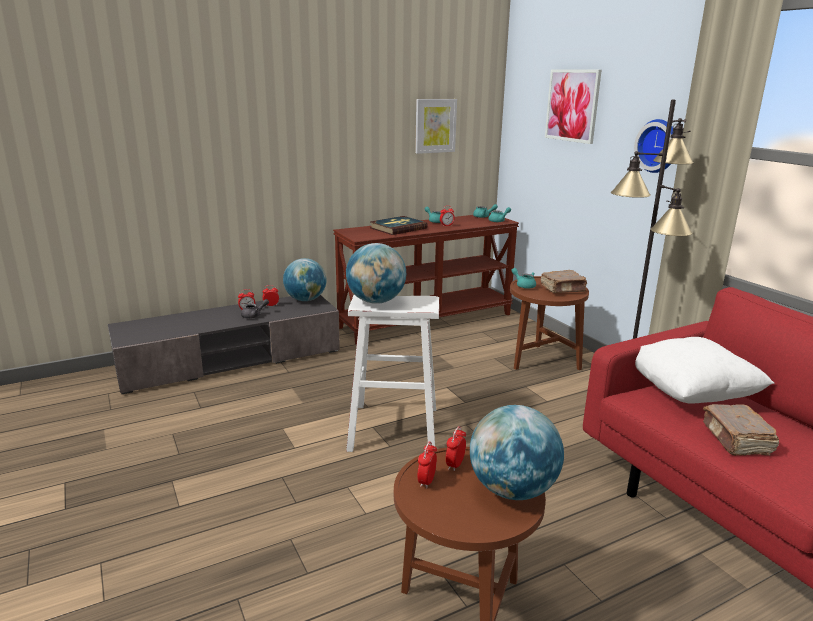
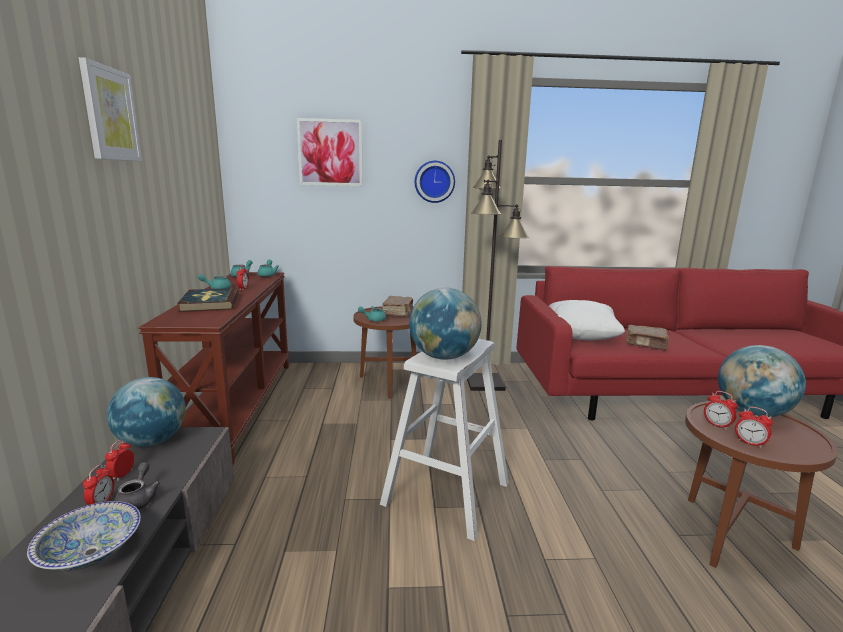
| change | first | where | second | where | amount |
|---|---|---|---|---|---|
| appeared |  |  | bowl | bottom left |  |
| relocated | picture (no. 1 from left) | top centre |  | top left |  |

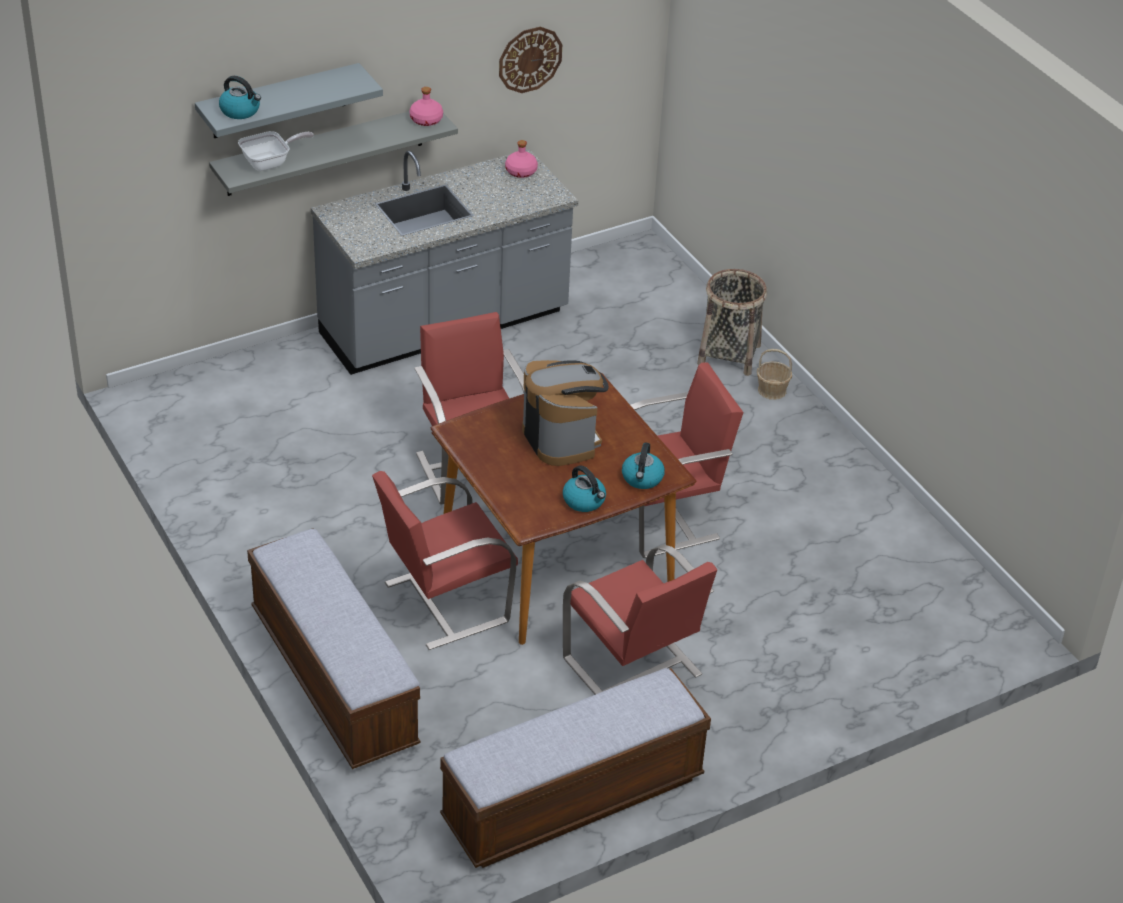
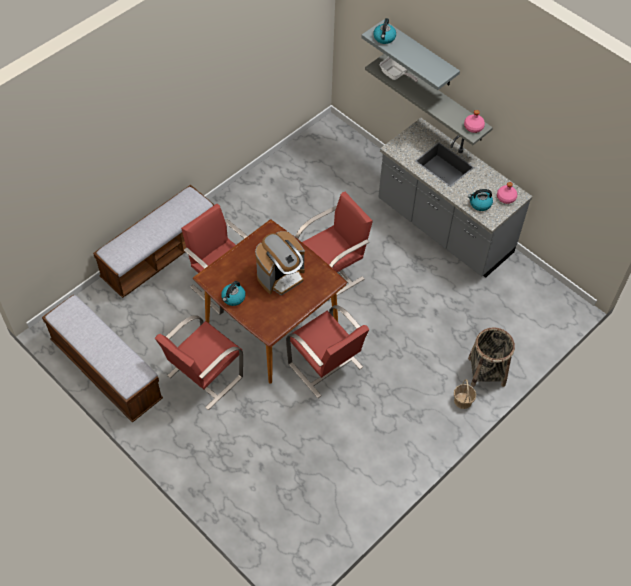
| change | first | where | second | where | amount |
|---|---|---|---|---|---|
| missing | wall clock | top centre |  |  |  |
| relocated | kettle (no. 3 from left) | centre |  | middle right |  |

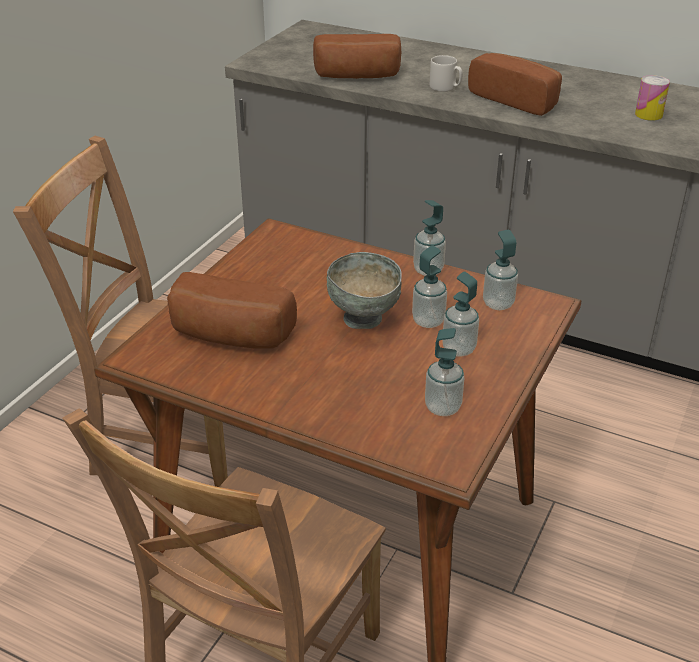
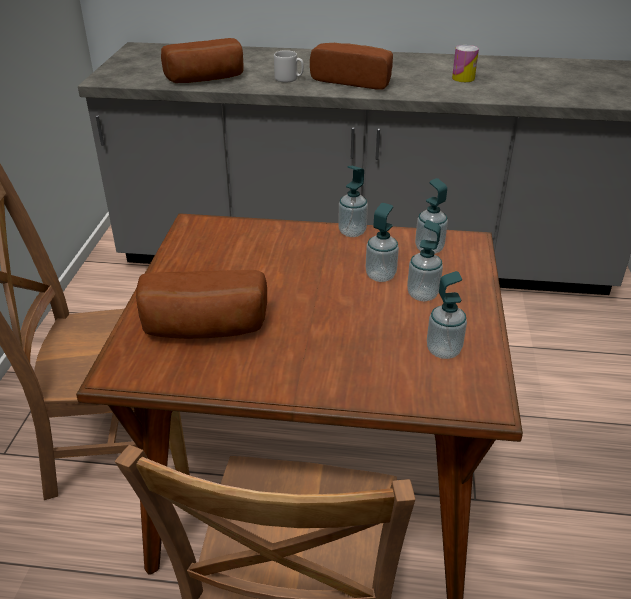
| change | first | where | second | where | amount |
|---|---|---|---|---|---|
| missing | grey bowl | centre |  |  |  |

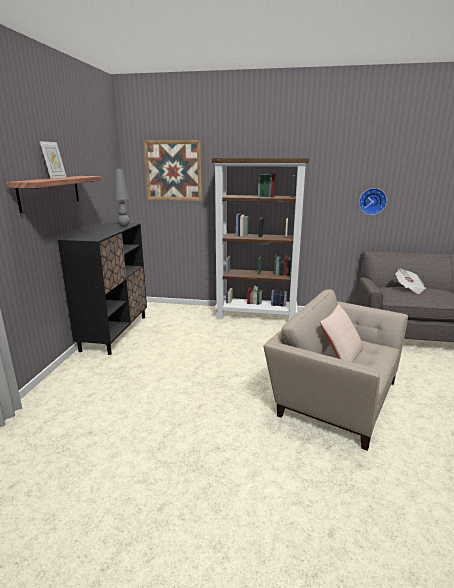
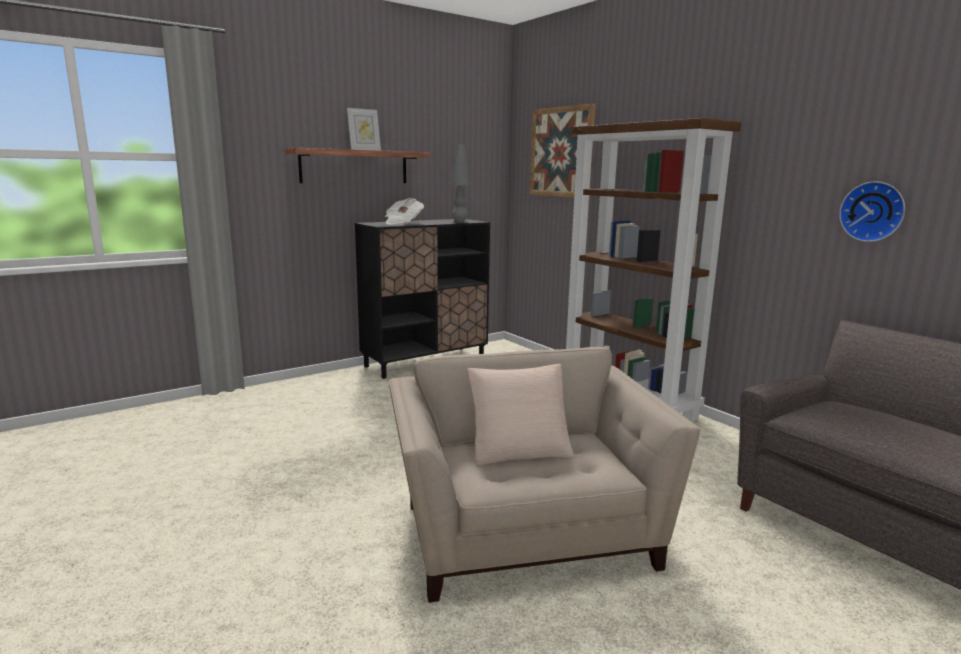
| change | first | where | second | where | amount |
|---|---|---|---|---|---|
| relocated | newspaper | middle right |  | top centre |  |

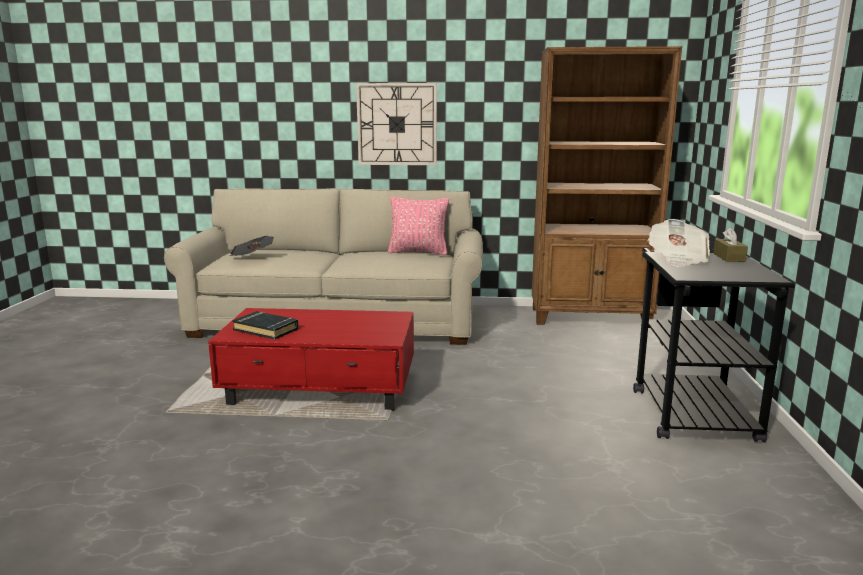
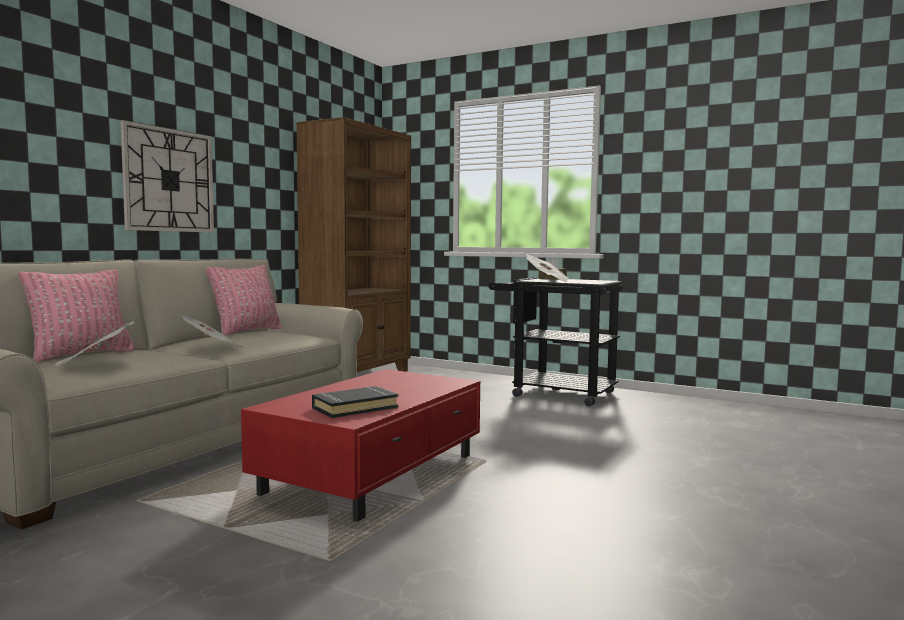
| change | first | where | second | where | amount |
|---|---|---|---|---|---|
| appeared |  |  | pink pillow (no. 1 from left) | middle left |  |
| appeared |  |  | newspaper (no. 2 from left) | middle left |  |

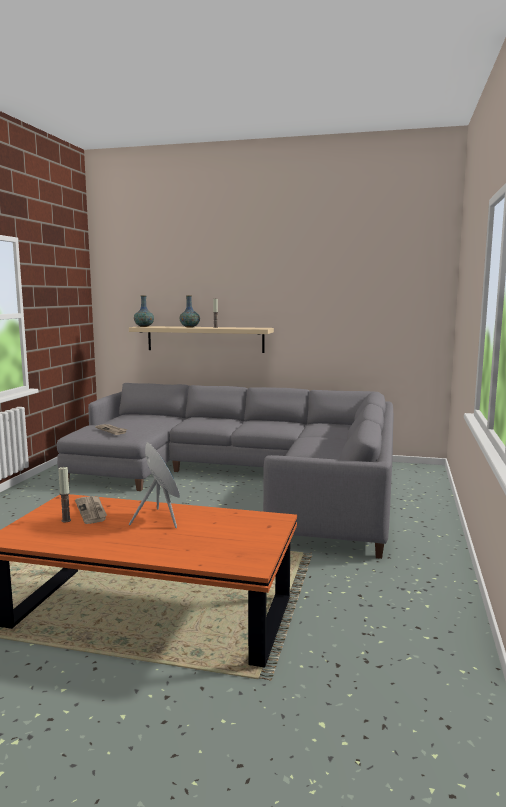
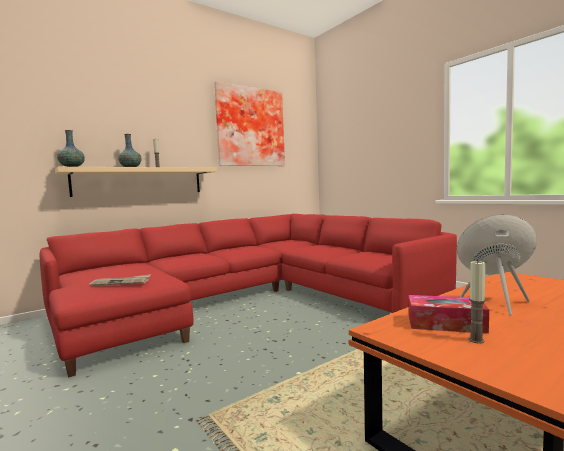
| change | first | where | second | where | amount |
|---|---|---|---|---|---|
| appeared |  |  | picture | top centre |  |
| exchanged | newspaper (no. 1 from left) | middle left | tissue box | bottom right |  |
| colour | grey sofa | centre | red sofa | centre |  |

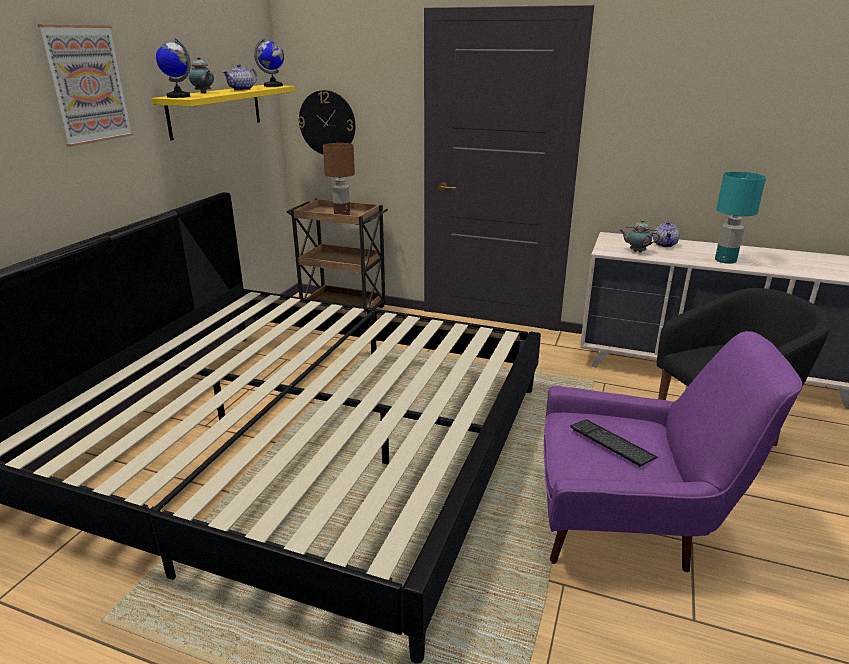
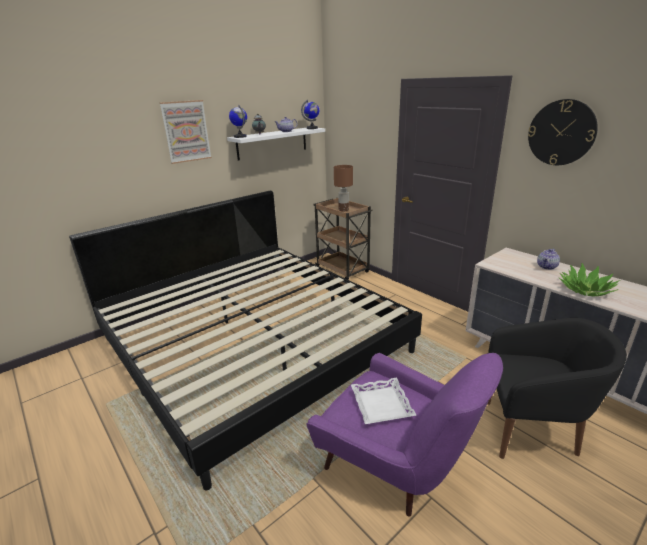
| change | first | where | second | where | amount |
|---|---|---|---|---|---|
| missing | teapot (no. 3 from left) | middle right |  |  |  |
| relocated | wall clock | top centre |  | top right |  |
| exchanged | keyboard | bottom right | white tray | bottom centre |  |
| exchanged | turquoise table lamp | top right | potted plant | middle right |  |
| colour | yellow shelf | top left | white shelf | top centre |  |

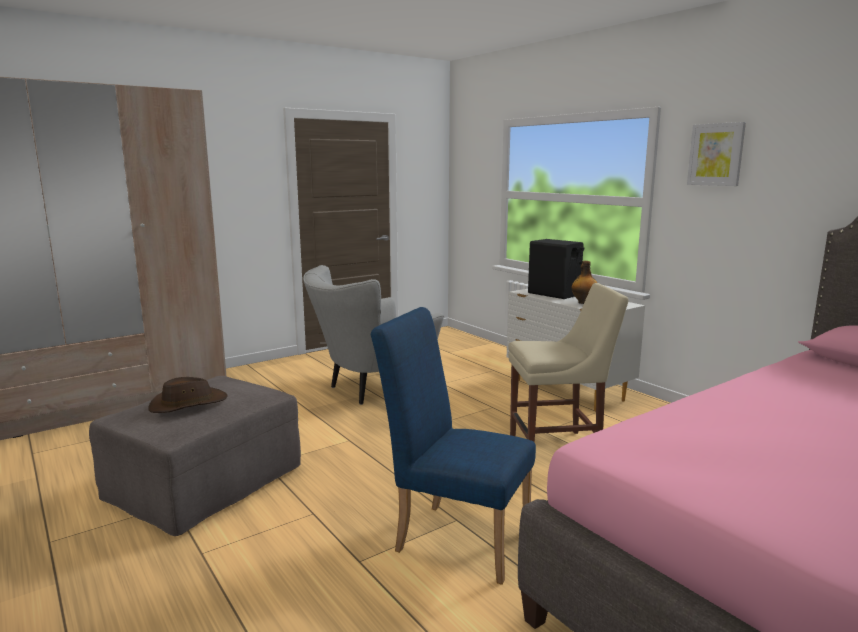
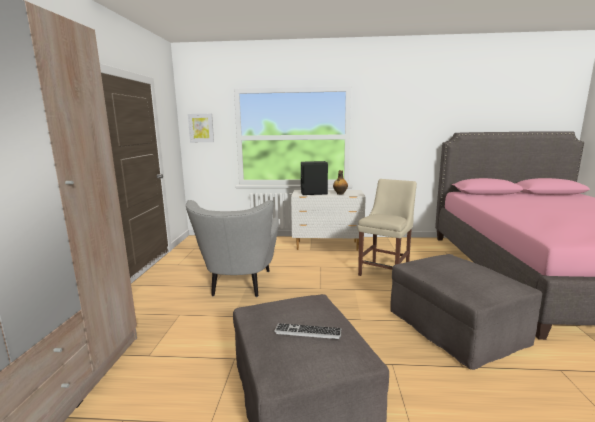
| change | first | where | second | where | amount |
|---|---|---|---|---|---|
| relocated | picture | top right |  | top centre |  |
| exchanged | brown hat | middle left | keyboard | bottom centre |  |
| exchanged | blue chair | bottom centre | grey ottoman (no. 2 from left) | bottom right |  |

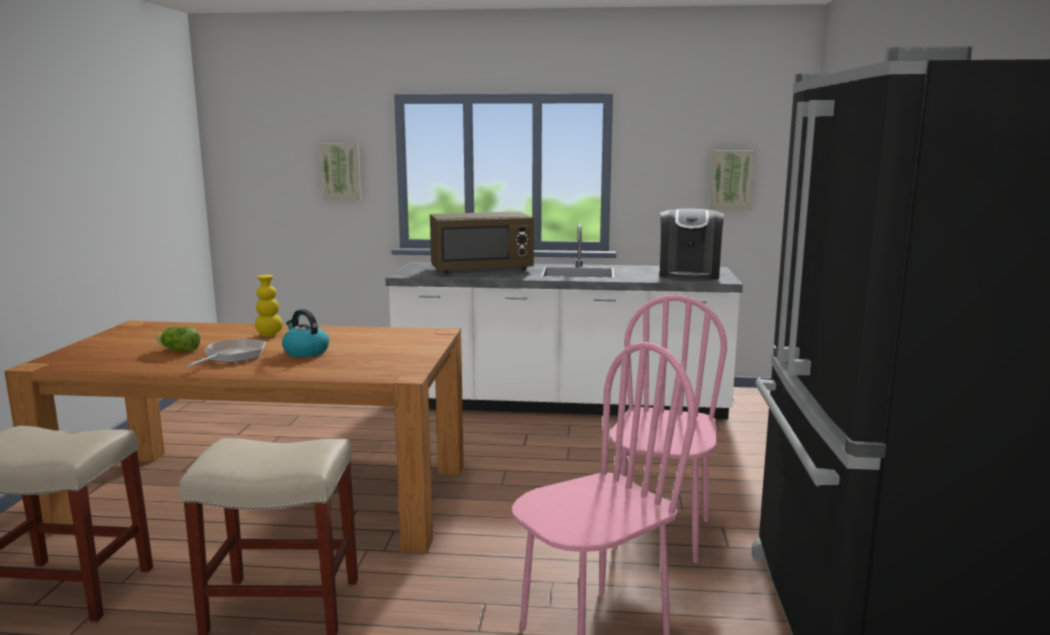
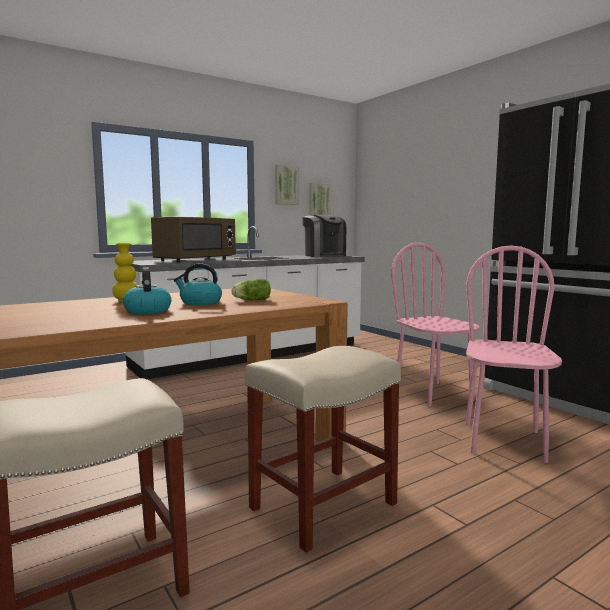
| change | first | where | second | where | amount |
|---|---|---|---|---|---|
| relocated | lettuce | middle left |  | centre |  |
| relocated | picture (no. 1 from left) | top left |  | top centre |  |
| exchanged | frying pan | middle left | kettle (no. 1 from left) | middle left |  |

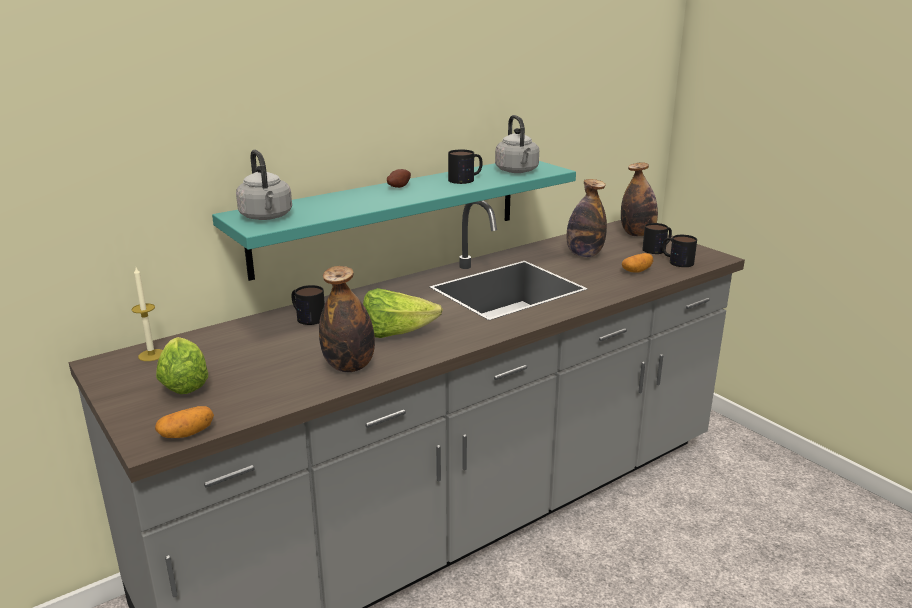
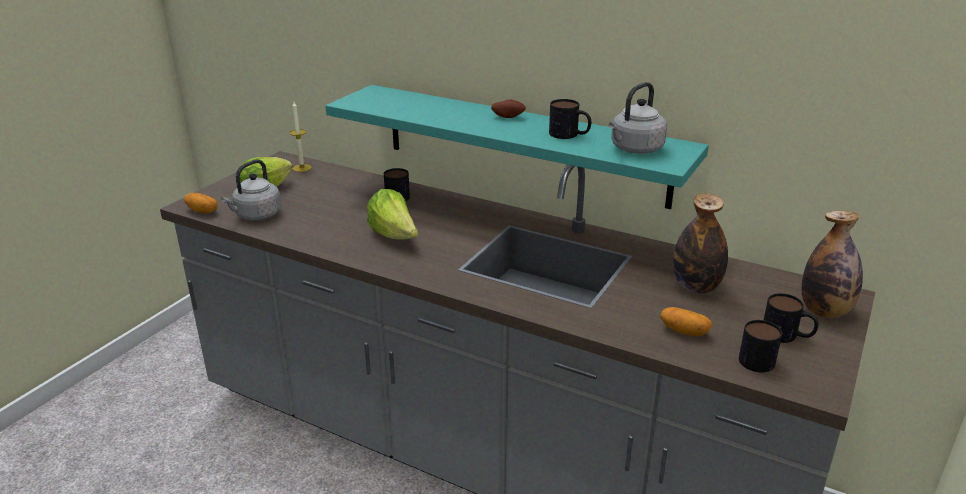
| change | first | where | second | where | amount |
|---|---|---|---|---|---|
| missing | bottle (no. 1 from left) | centre |  |  |  |
| relocated | grey kettle (no. 1 from left) | top left |  | middle left |  |

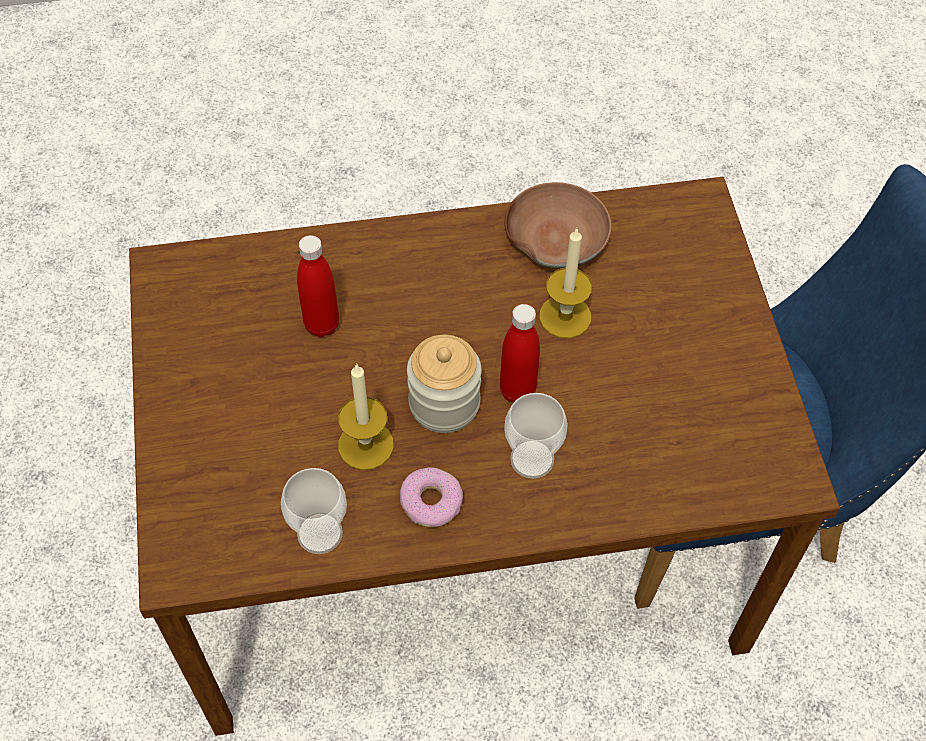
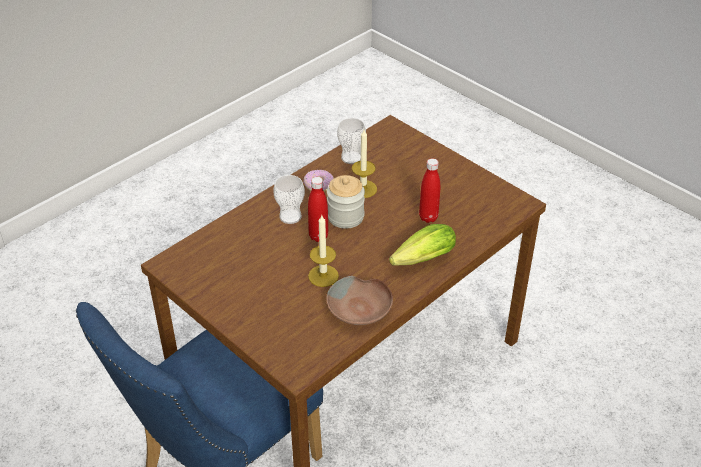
| change | first | where | second | where | amount |
|---|---|---|---|---|---|
| appeared |  |  | lettuce | centre |  |

